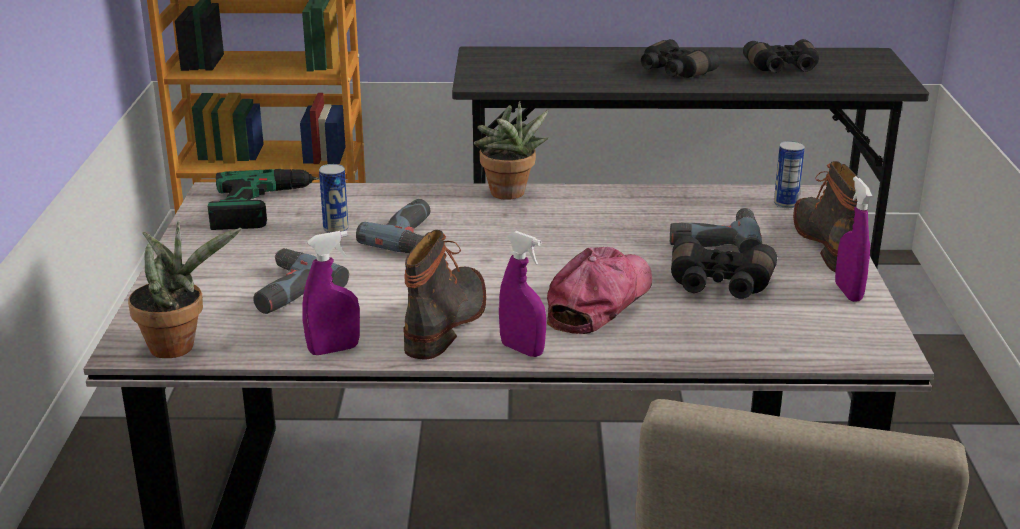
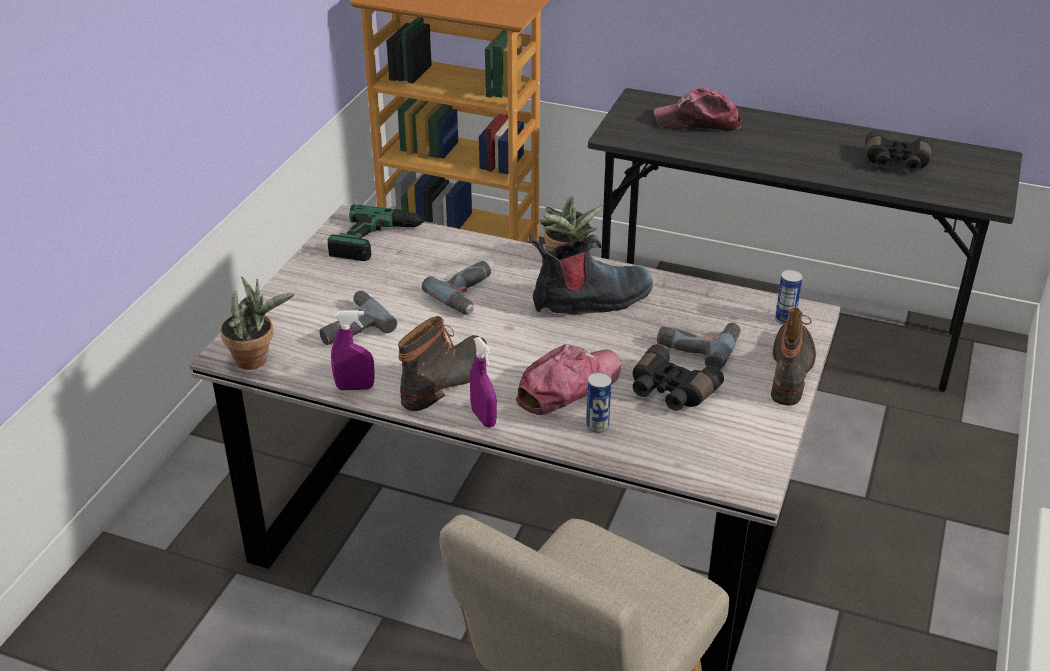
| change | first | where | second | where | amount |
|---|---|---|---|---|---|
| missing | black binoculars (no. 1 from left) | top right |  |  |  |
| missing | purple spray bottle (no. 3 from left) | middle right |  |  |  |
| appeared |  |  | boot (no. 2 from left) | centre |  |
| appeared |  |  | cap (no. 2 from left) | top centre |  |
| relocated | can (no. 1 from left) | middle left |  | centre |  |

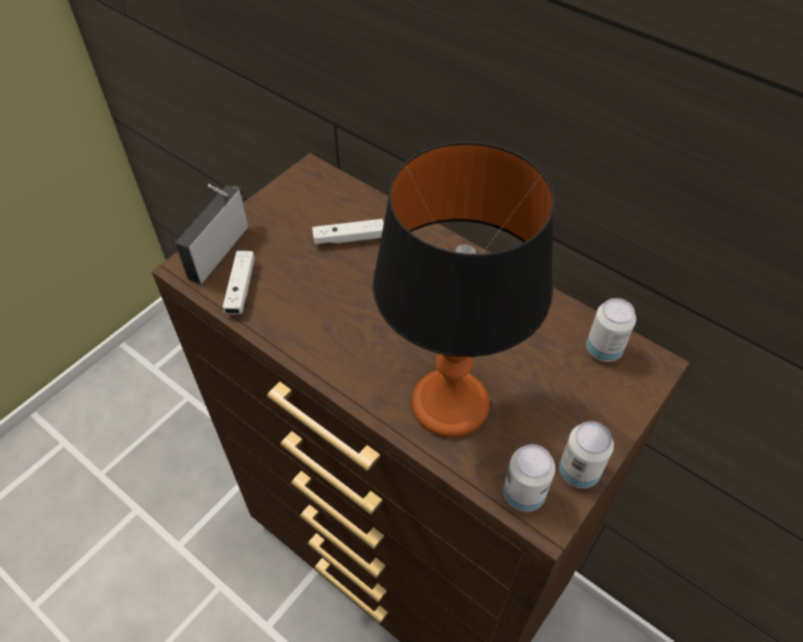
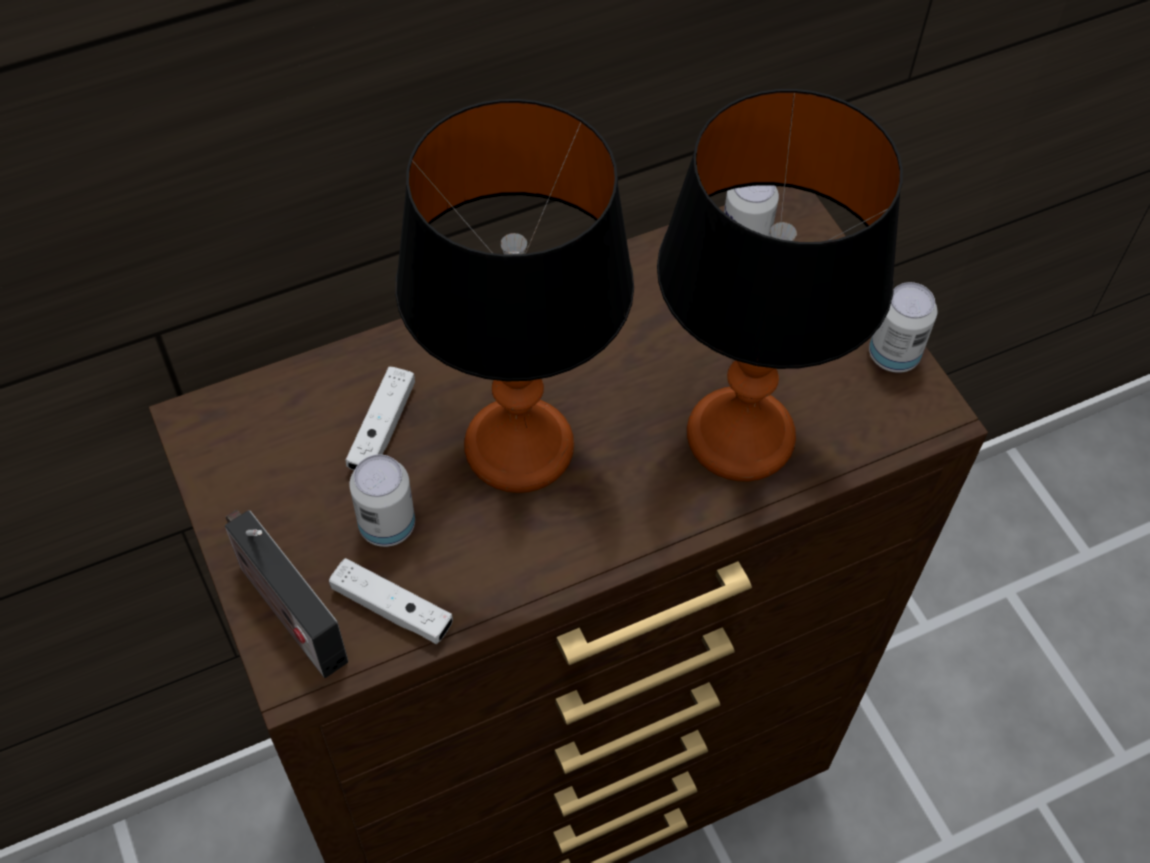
| change | first | where | second | where | amount |
|---|---|---|---|---|---|
| appeared |  |  | table lamp (no. 1 from left) | centre |  |
| relocated | can (no. 1 from left) | bottom centre |  | middle left |  |

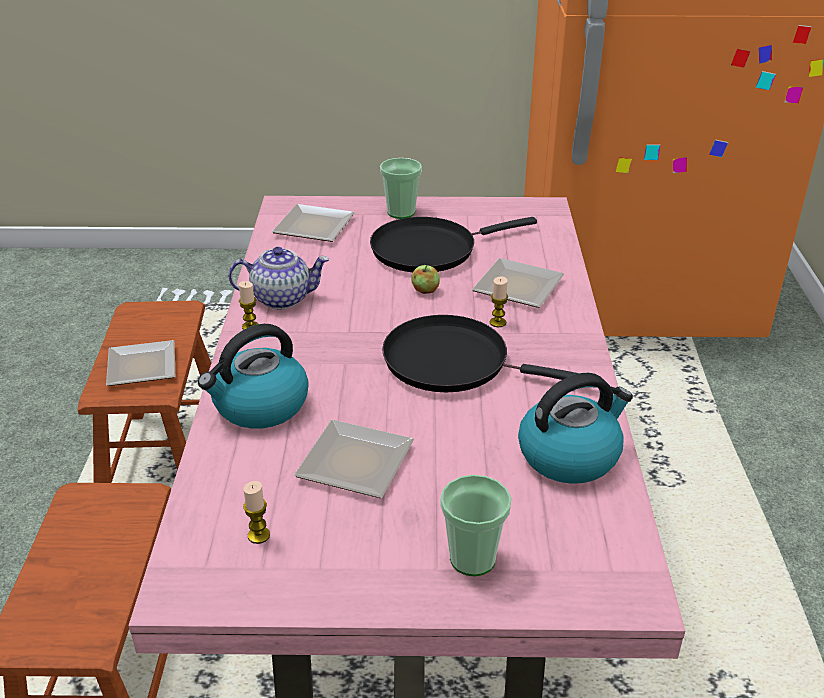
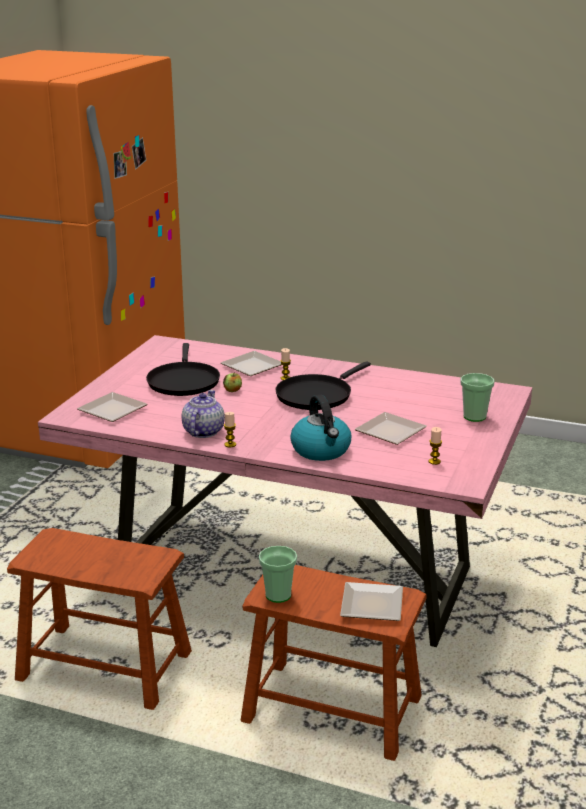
| change | first | where | second | where | amount |
|---|---|---|---|---|---|
| missing | kettle (no. 2 from left) | middle right |  |  |  |
| relocated | plate (no. 1 from left in the first image) | middle left | plate (no. 3 from left) | bottom centre |  |
| relocated | cup (no. 1 from left) | top centre |  | bottom centre |  |

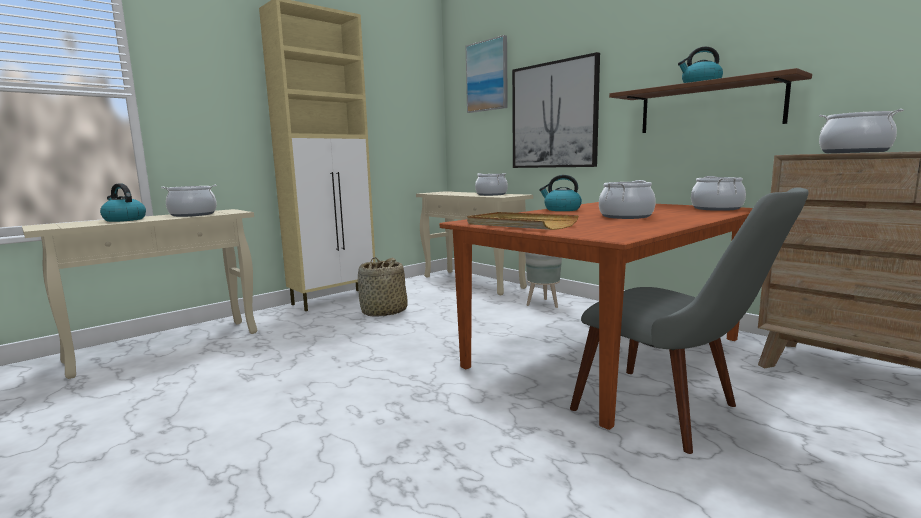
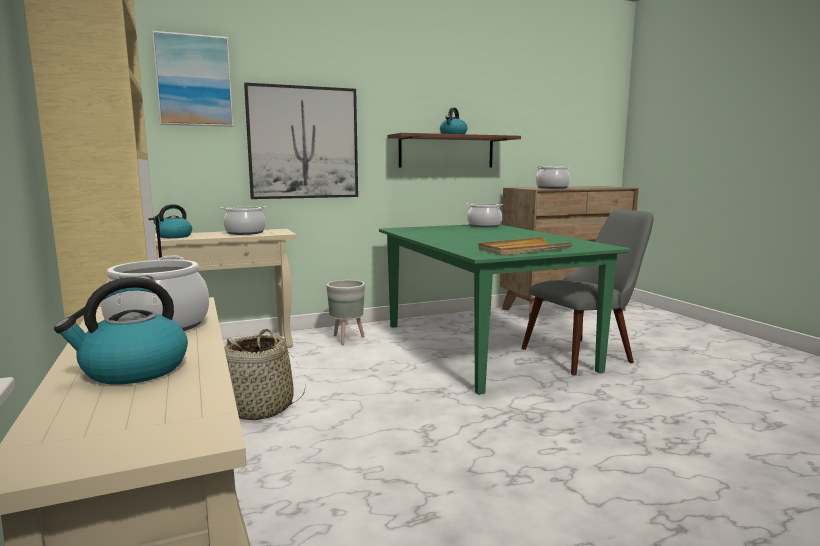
| change | first | where | second | where | amount |
|---|---|---|---|---|---|
| missing | cooking pot (no. 3 from left) | middle right |  |  |  |
| relocated | kettle (no. 2 from left) | centre |  | middle left |  |
| colour | brown dining table | centre | green dining table | centre |  |

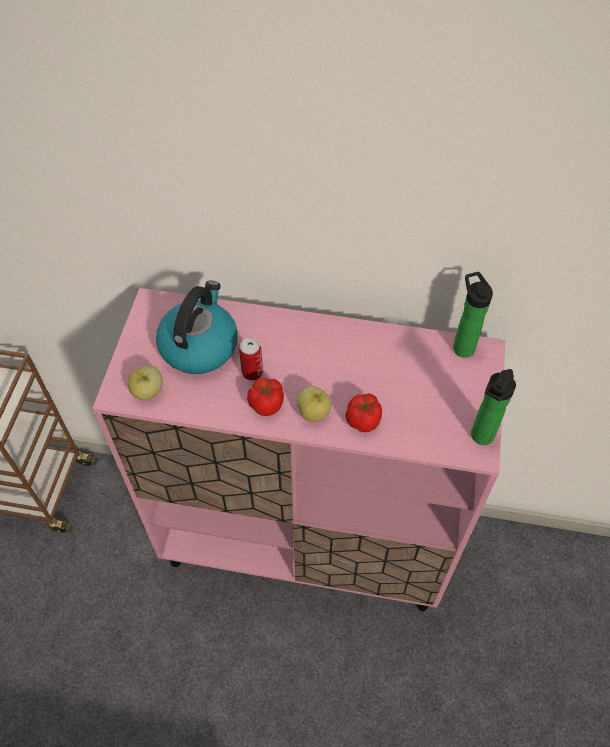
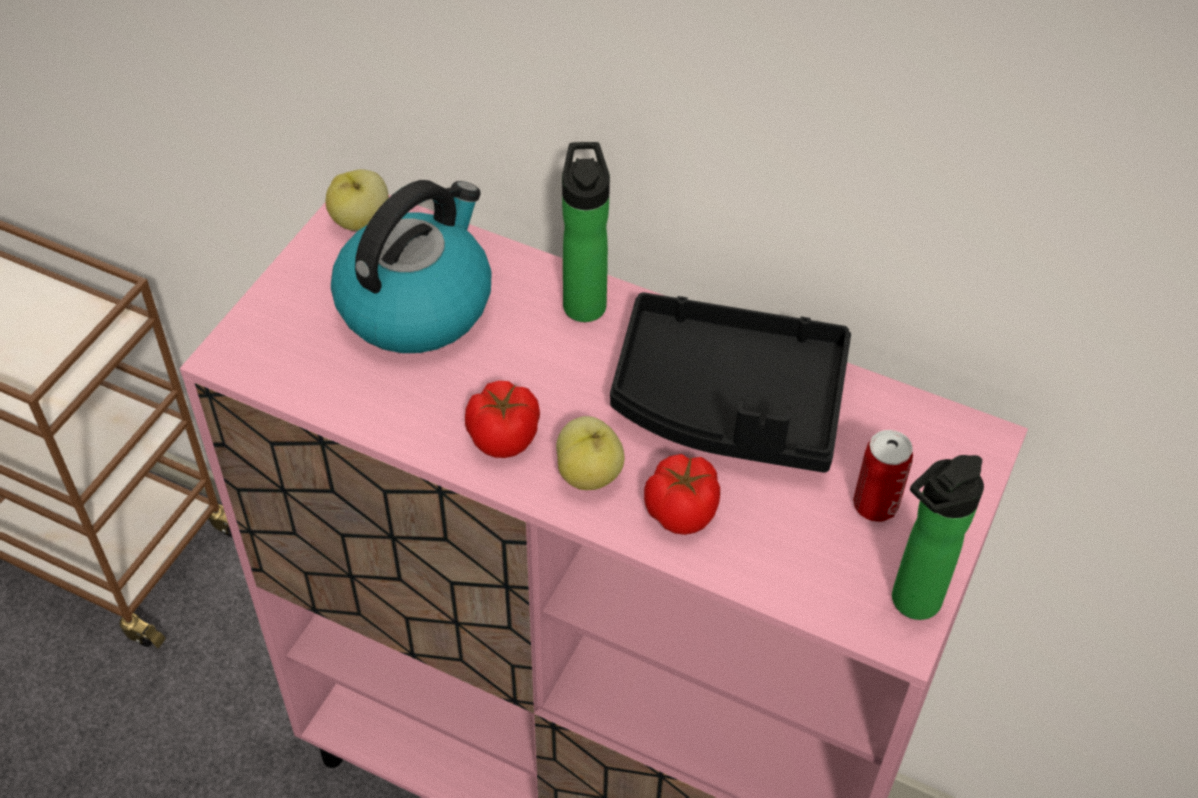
| change | first | where | second | where | amount |
|---|---|---|---|---|---|
| appeared |  |  | black tray | centre |  |
| relocated | apple (no. 1 from left) | middle left |  | top left |  |
| relocated | can | centre |  | middle right |  |
| relocated | bottle (no. 1 from left) | middle right |  | top centre |  |

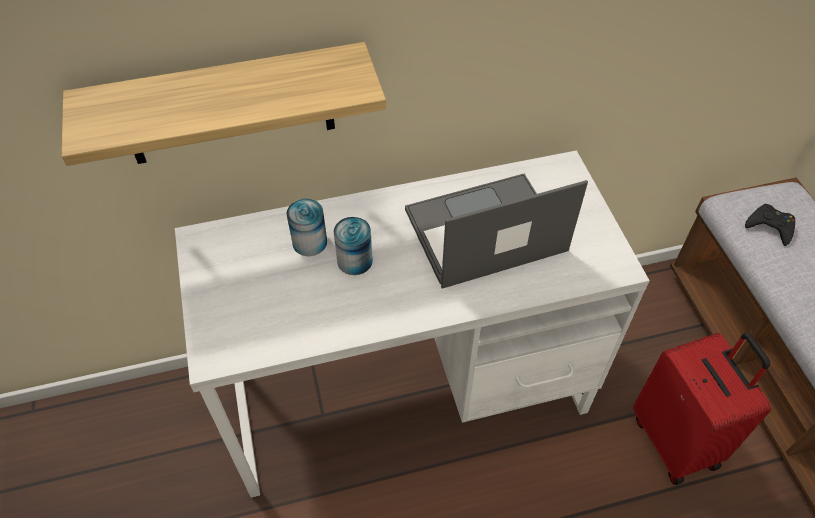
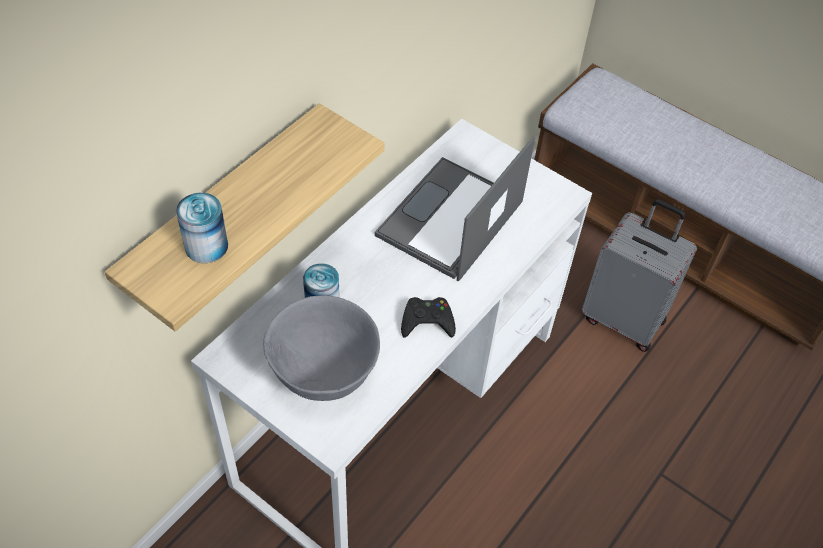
| change | first | where | second | where | amount |
|---|---|---|---|---|---|
| appeared |  |  | grey bowl | centre |  |
| relocated | can (no. 2 from left in the first image) | centre | can (no. 1 from left) | middle left |  |
| relocated | black game controller | middle right |  | centre |  |
| colour | red suitcase | bottom right | grey suitcase | middle right |  |

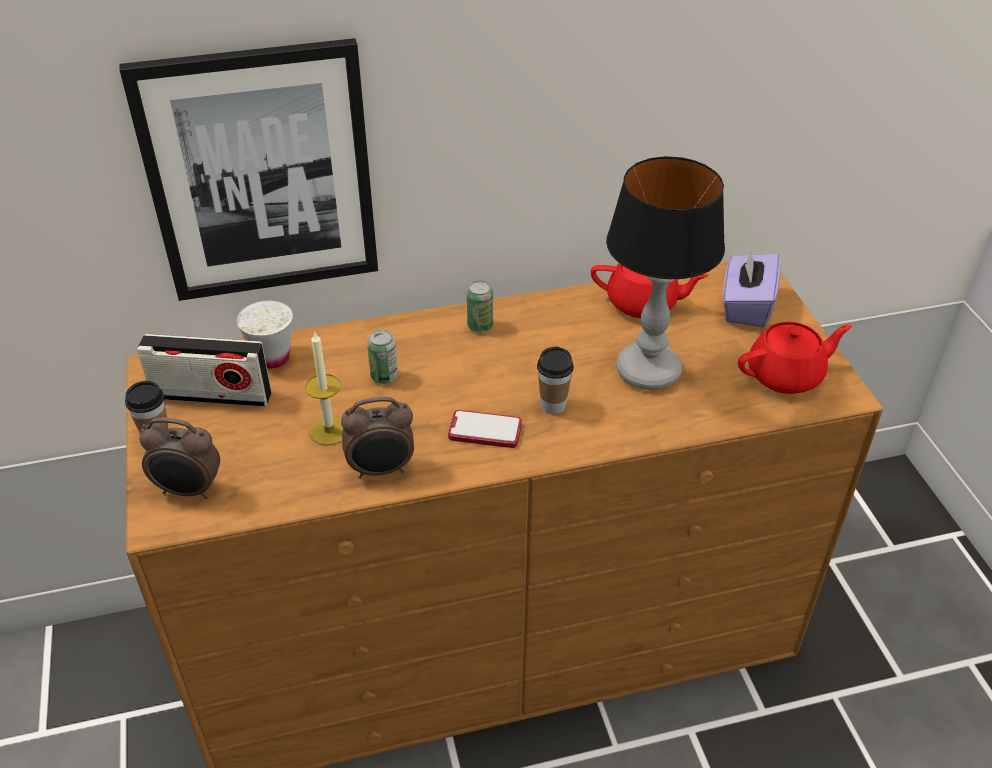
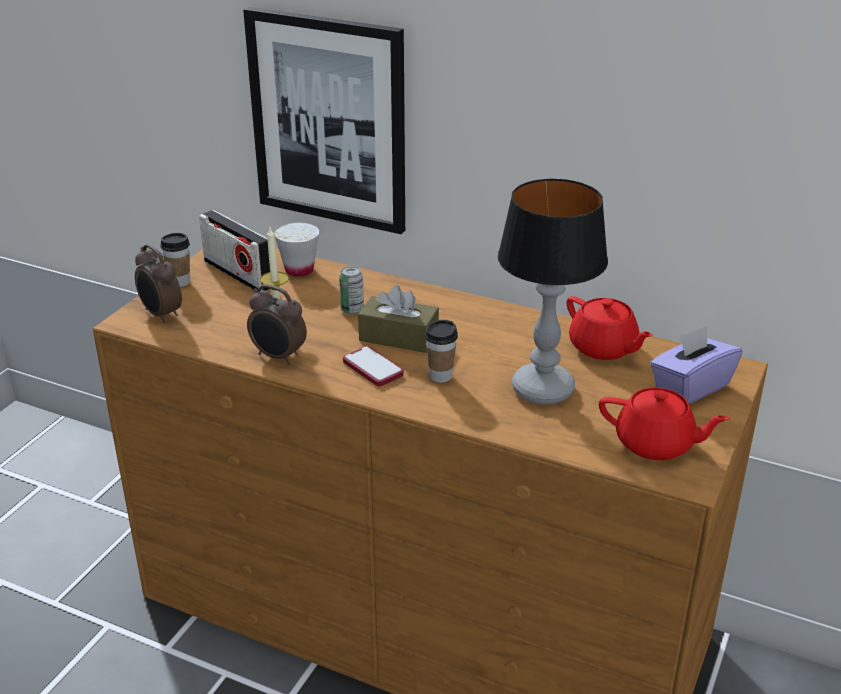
| change | first | where | second | where | amount |
|---|---|---|---|---|---|
| missing | can (no. 2 from left) | centre |  |  |  |
| appeared |  |  | brown tissue box | centre |  |

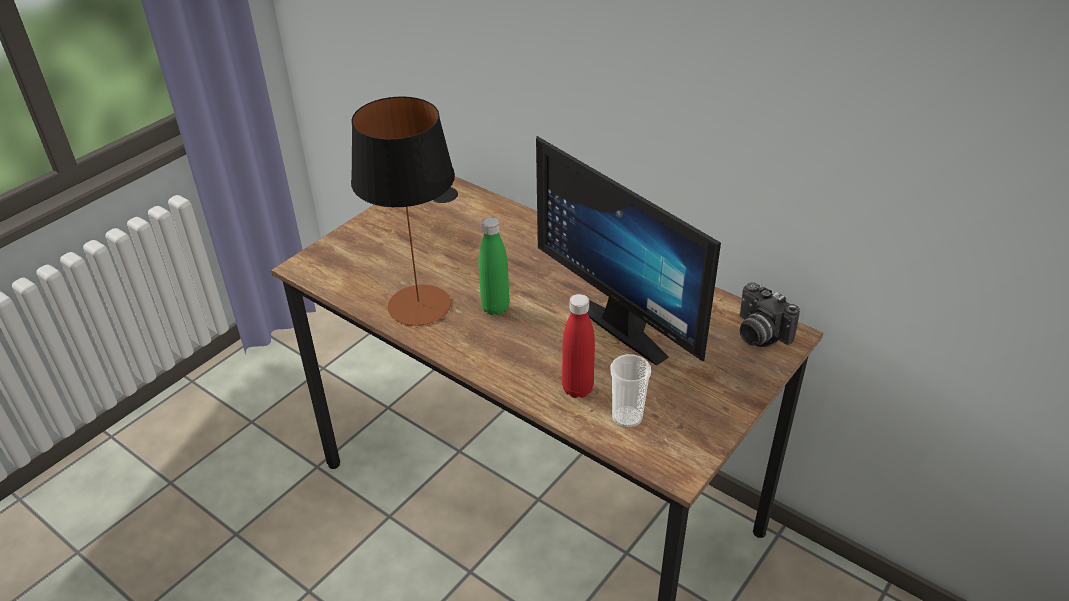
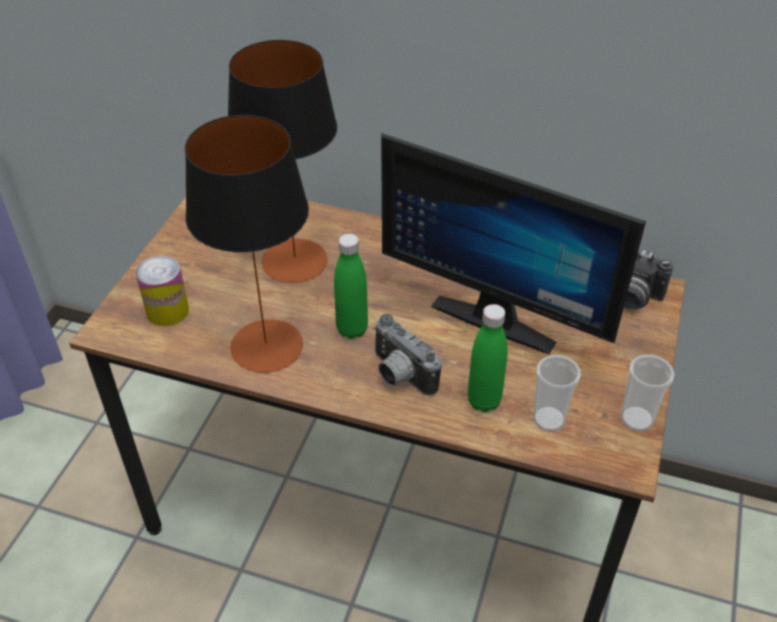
| change | first | where | second | where | amount |
|---|---|---|---|---|---|
| appeared |  |  | can | middle left |  |
| appeared |  |  | table lamp (no. 2 from left) | top centre |  |
| appeared |  |  | photo camera (no. 1 from left) | centre |  |
| appeared |  |  | cup (no. 2 from left) | middle right |  |
| colour | red bottle | centre | green bottle (no. 2 from left) | centre |  |

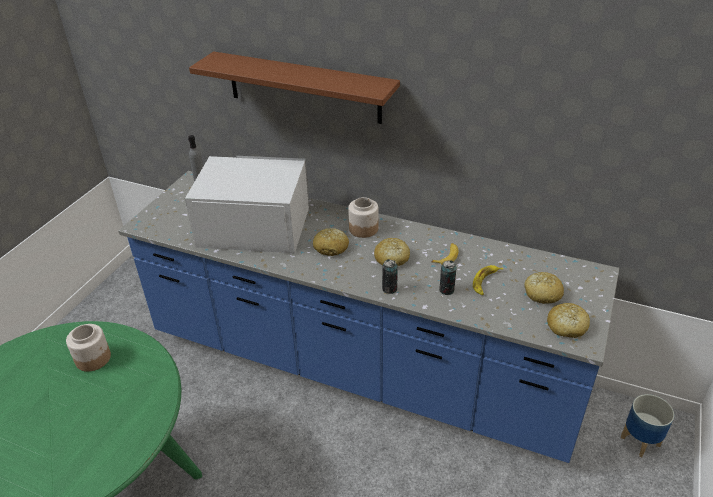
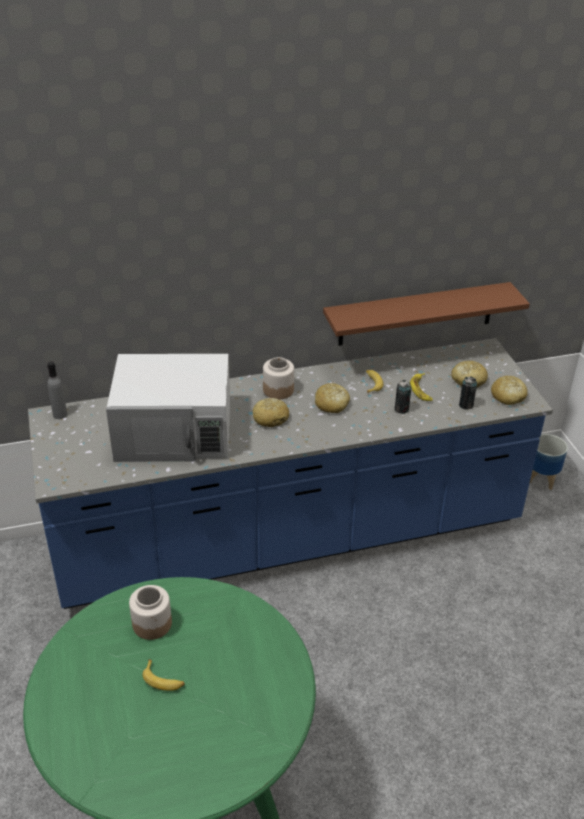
| change | first | where | second | where | amount |
|---|---|---|---|---|---|
| appeared |  |  | banana (no. 1 from left) | bottom left |  |
| relocated | brown shelf | top centre |  | middle right |  |
| relocated | can (no. 1 from left in the first image) | centre | can (no. 2 from left) | middle right |  |
| spun | white microwave | centre |  | middle left | 150 degrees counterclockwise |

